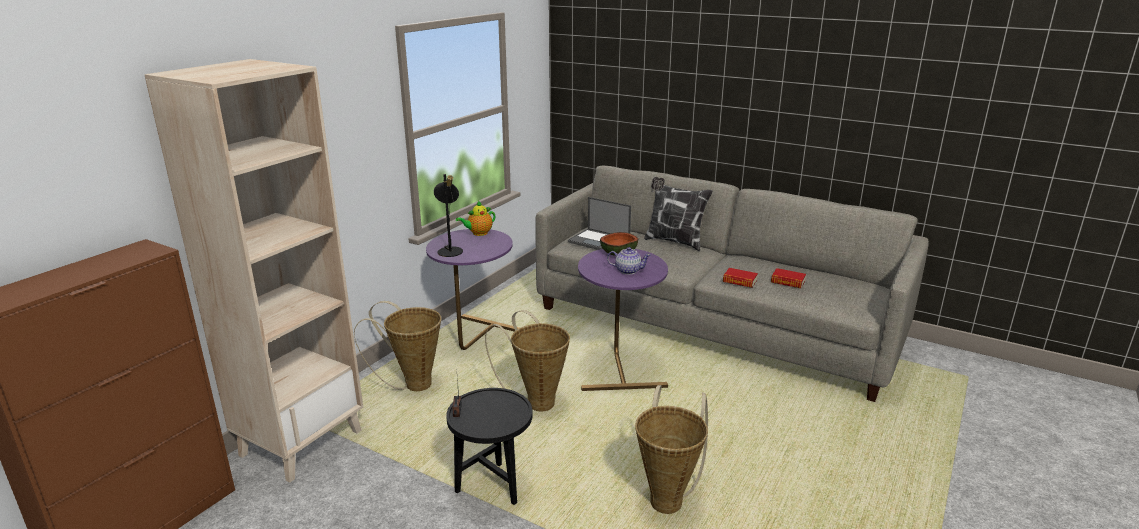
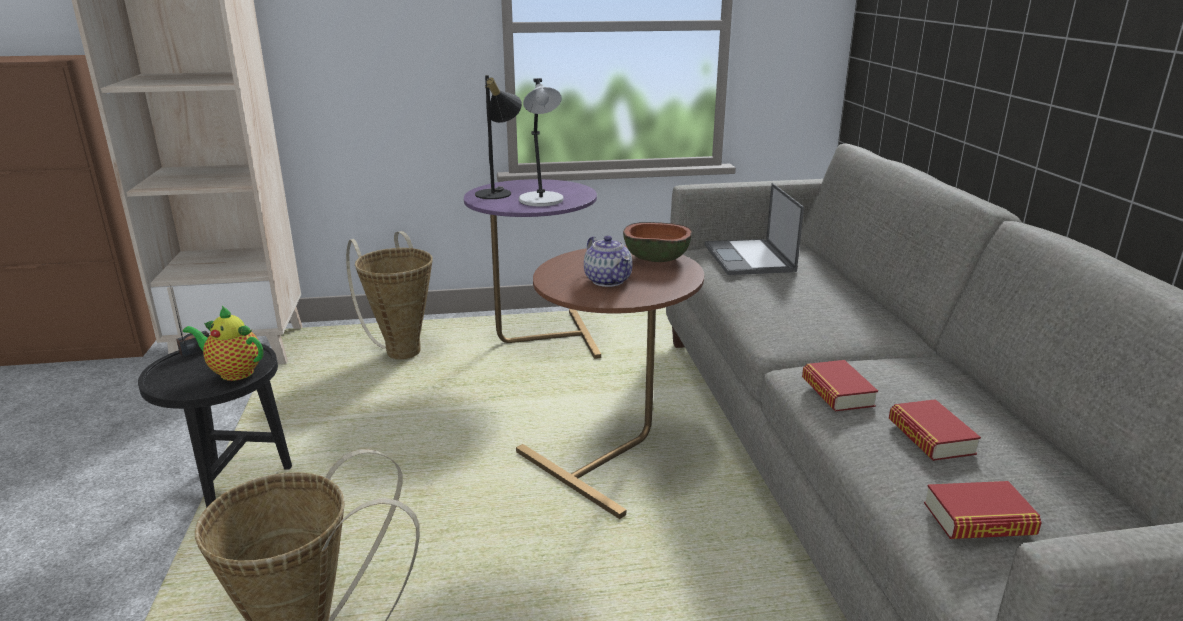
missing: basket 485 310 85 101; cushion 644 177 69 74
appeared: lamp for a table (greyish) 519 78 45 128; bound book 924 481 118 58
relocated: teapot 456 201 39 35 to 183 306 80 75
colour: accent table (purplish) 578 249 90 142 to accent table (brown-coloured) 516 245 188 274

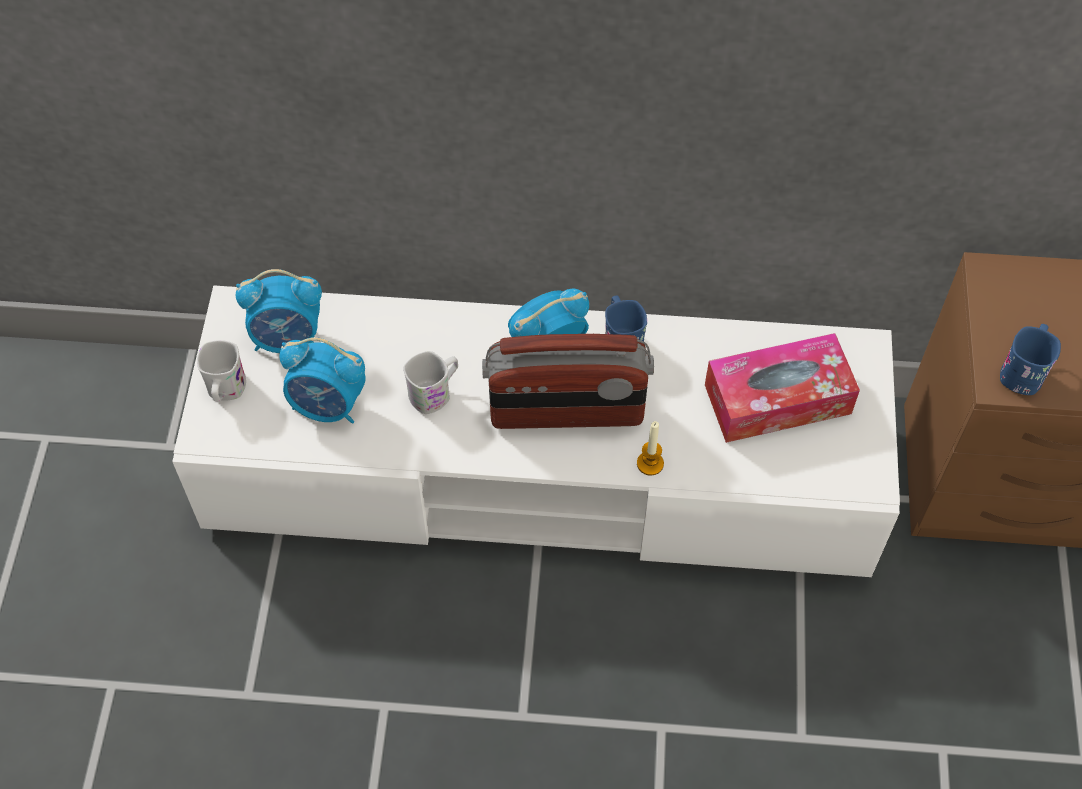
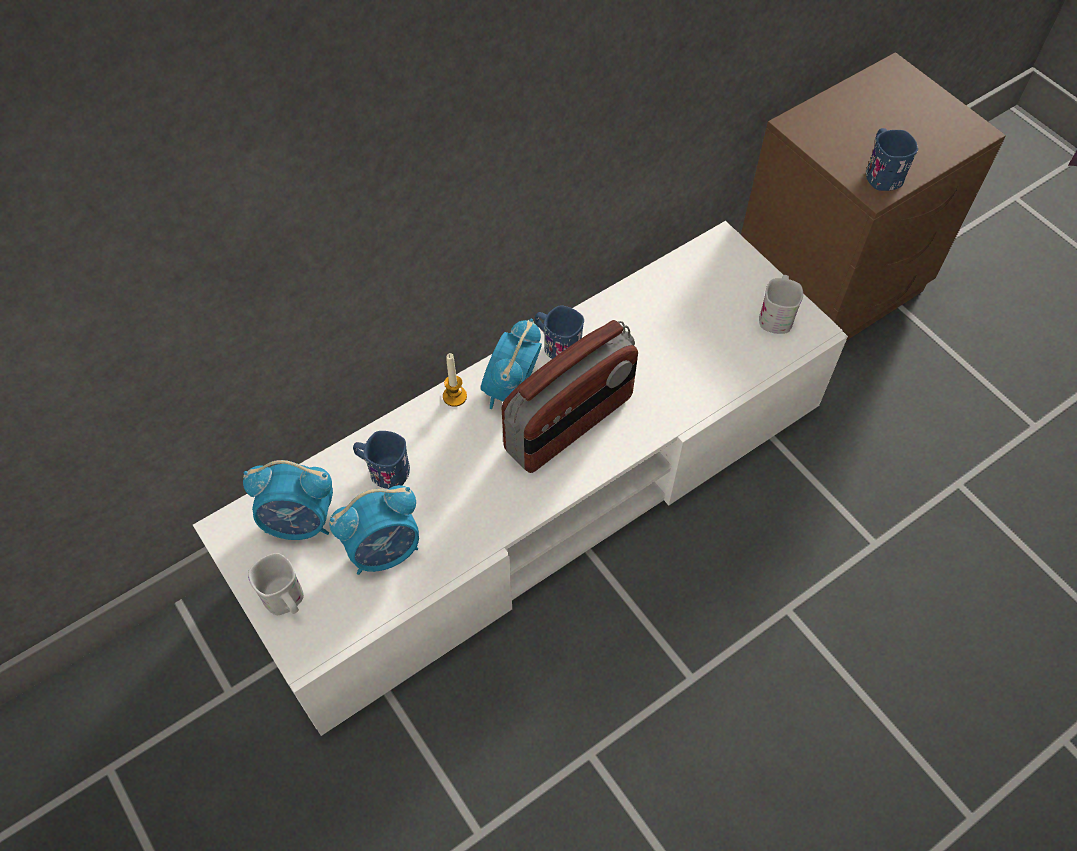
missing: box of tissues 705 333 155 110
appeared: coffee mug (blue-coloured) 353 431 57 58
relocated: coffee mug (white) 403 351 55 63 to 759 275 44 59; wax candle 637 421 27 55 to 443 353 24 54
spun: table clock 236 269 86 84 = 243 460 90 80 45 degrees clockwise

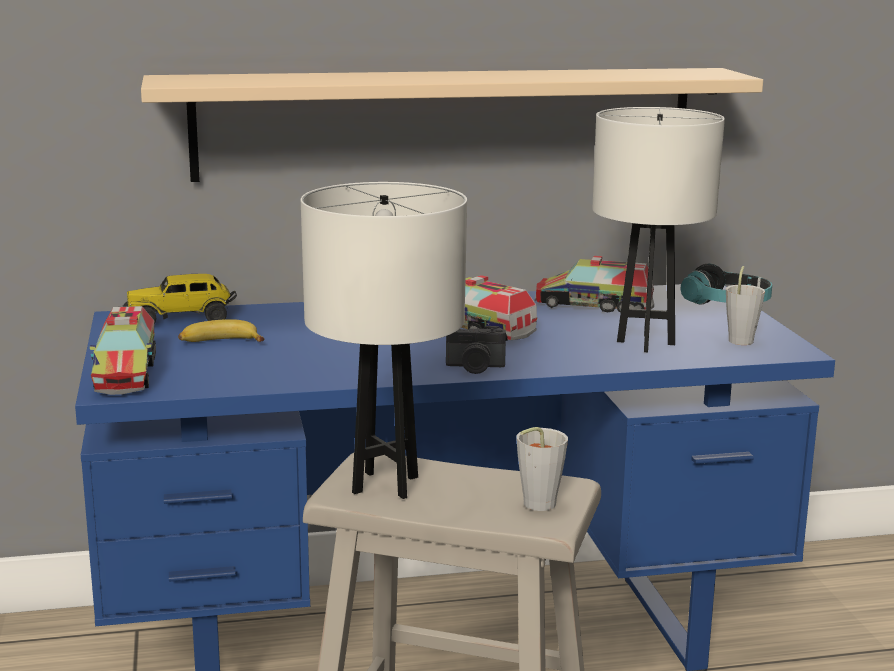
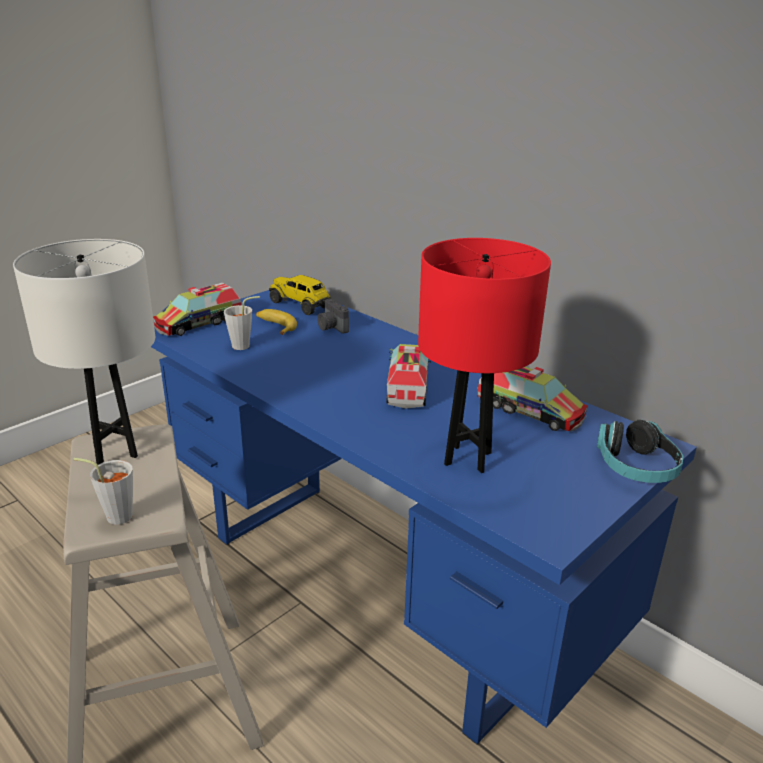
missing: wall shelf (sand-coloured) 141 68 622 114
relocated: still camera 446 326 60 48 to 317 299 32 35; small cup (greyish) 726 266 39 79 to 224 296 36 54
colour: lamp for a table (white) 592 107 133 245 to lamp for a table (red) 418 238 133 235
spun: toy truck 535 256 119 57 = 477 367 111 65 150 degrees clockwise

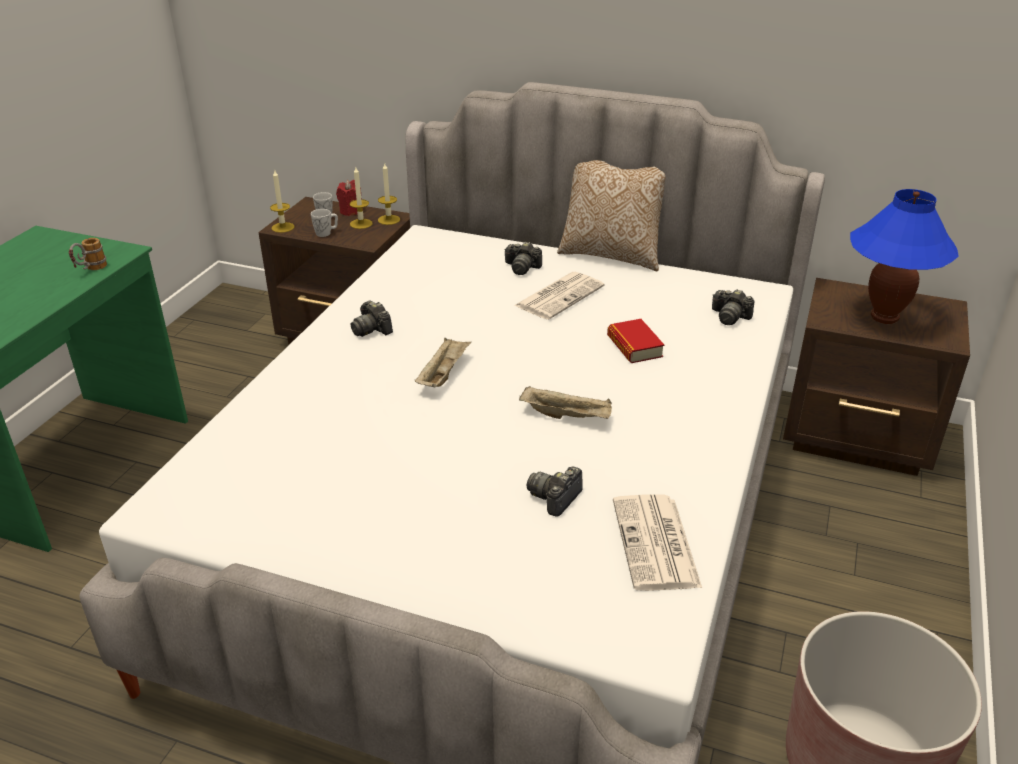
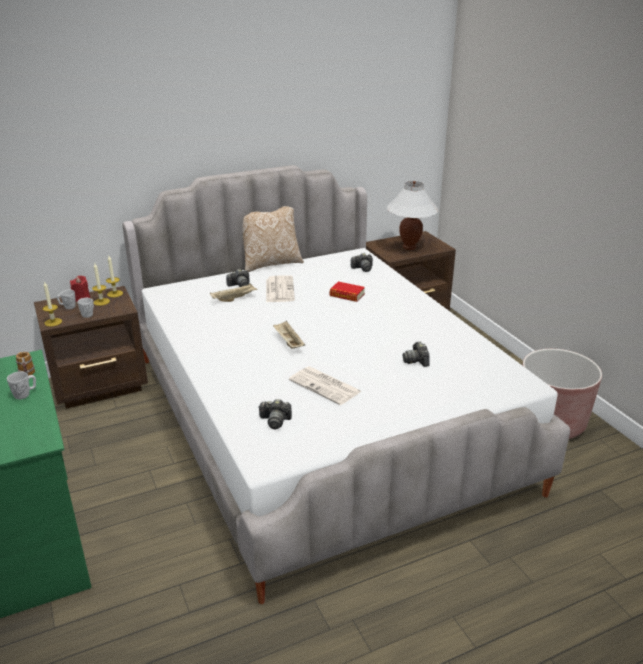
appeared: coffee mug (white) 7 371 29 28
relocated: still camera 350 300 43 37 to 258 399 34 30; tray (sand-coloured) 519 385 93 34 to 210 283 48 19; printed paper 613 494 89 97 to 289 366 72 39
colour: lamp for a table (blue-coloured) 850 189 109 135 to lamp for a table (white) 387 181 51 69

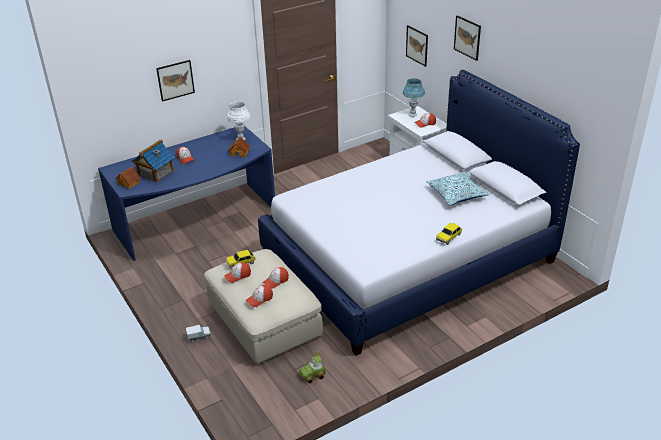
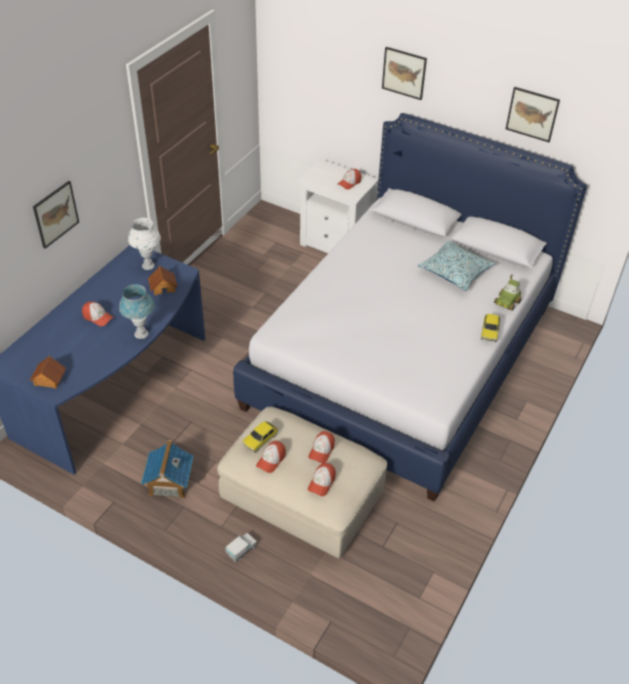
relocated: toy house 131 139 44 44 to 141 440 53 59; toy car 299 351 27 32 to 494 274 27 37; lamp for a table (blue-coloured) 403 78 22 39 to 119 284 36 55; wall picture 406 25 22 42 to 506 87 54 55

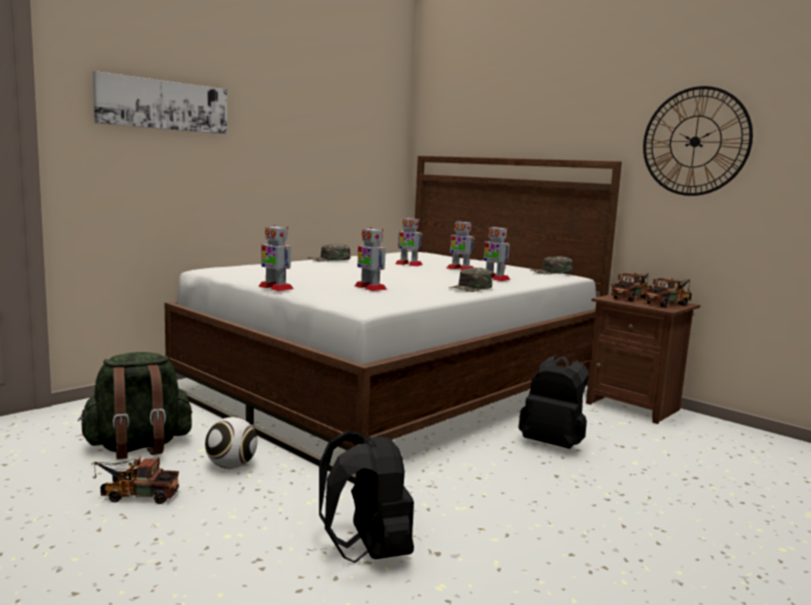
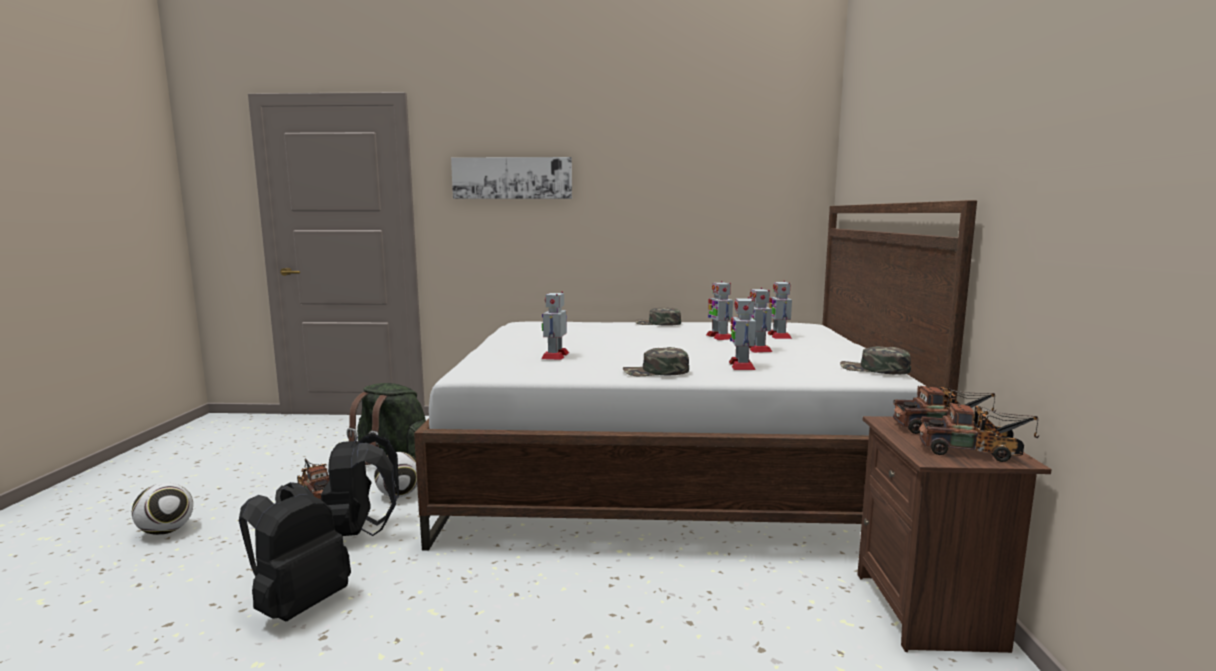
missing: hanging clock 643 86 110 110
appeared: football ball 132 483 61 52
relocated: model robot 258 225 36 66 to 767 280 25 59; rucksack (blackish) 518 356 71 93 to 321 433 78 103

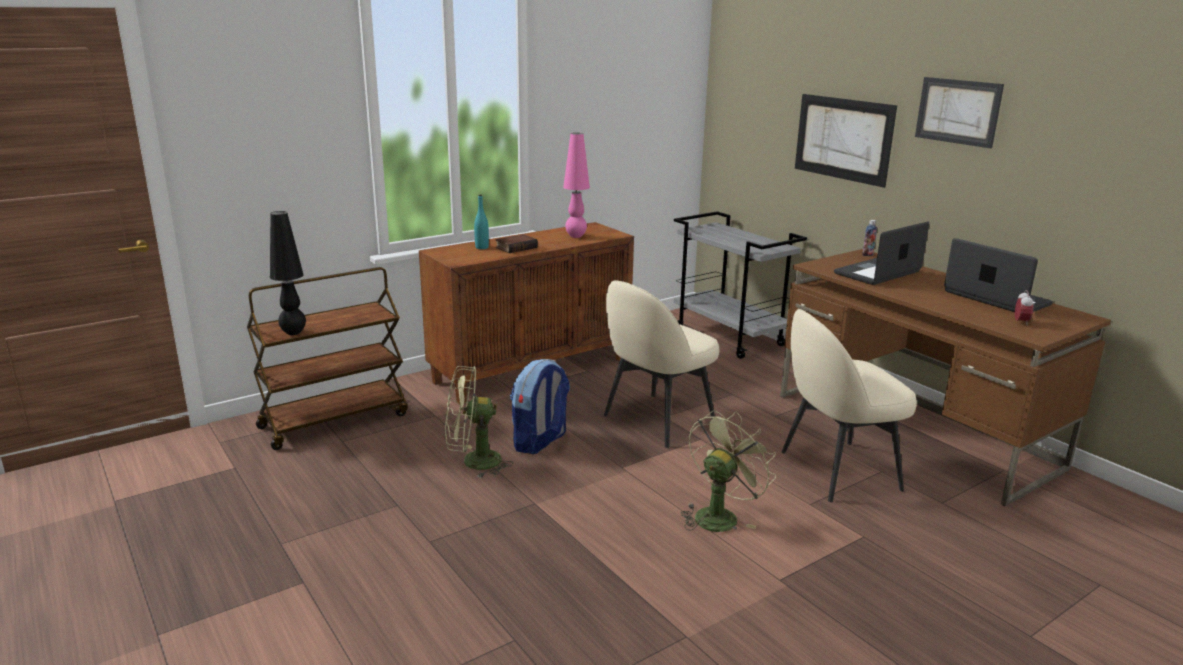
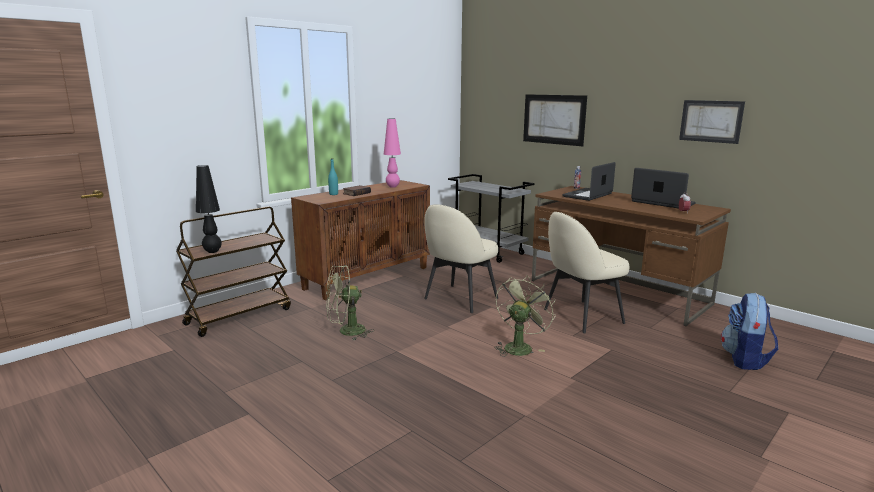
relocated: rucksack 510 359 60 95 to 721 293 57 77; wall picture 915 77 89 71 to 679 100 66 44

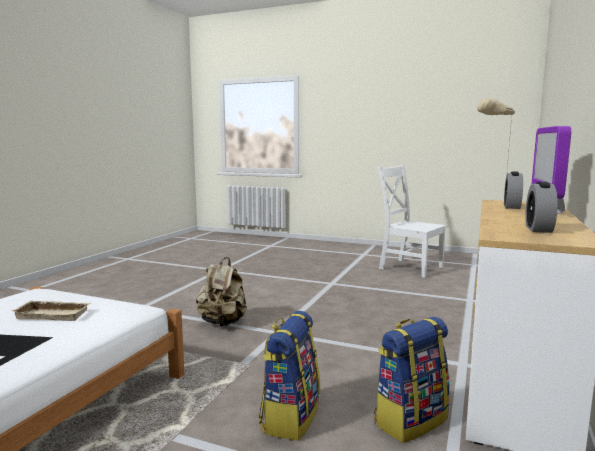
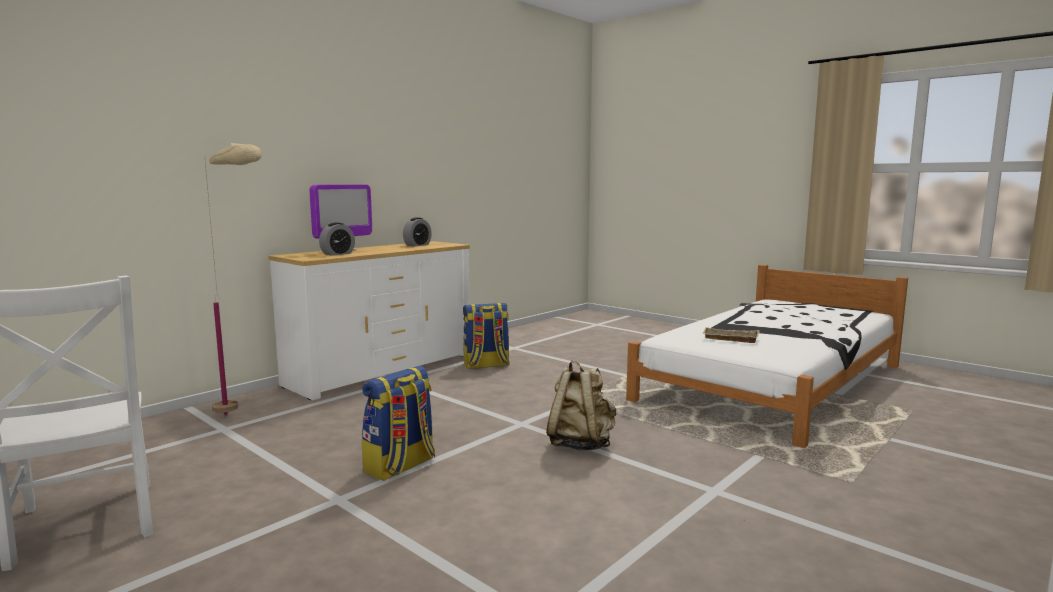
relocated: rucksack 259 311 61 130 to 362 366 73 115

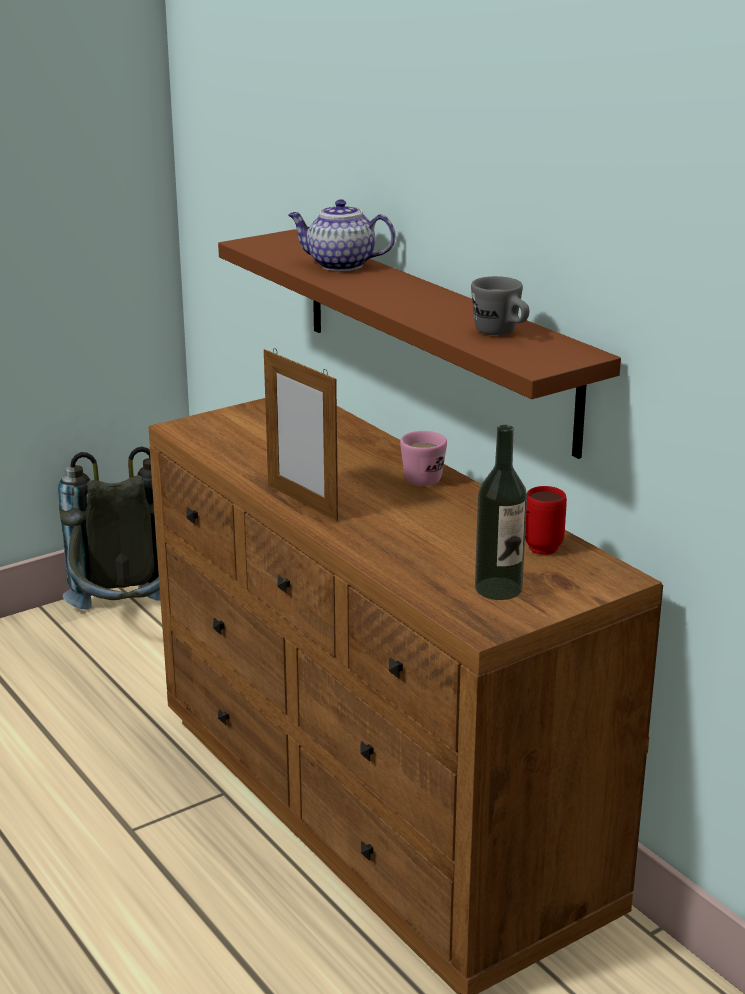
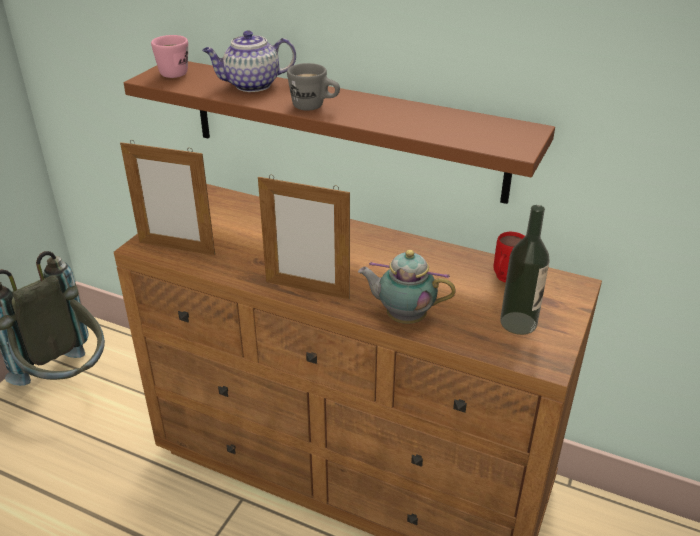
appeared: picture frame 120 140 95 115; teapot 358 250 98 74
relocated: coffee mug (pink-coloured) 400 431 47 55 to 151 35 37 43; coffee mug (greyish) 471 276 58 59 to 287 63 53 48

